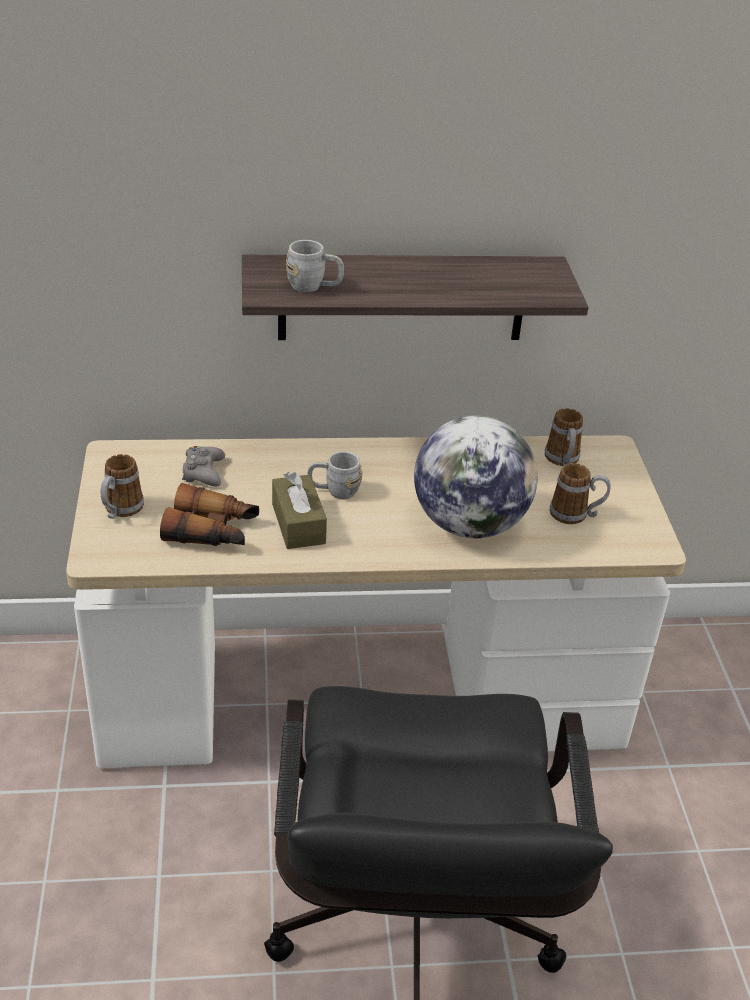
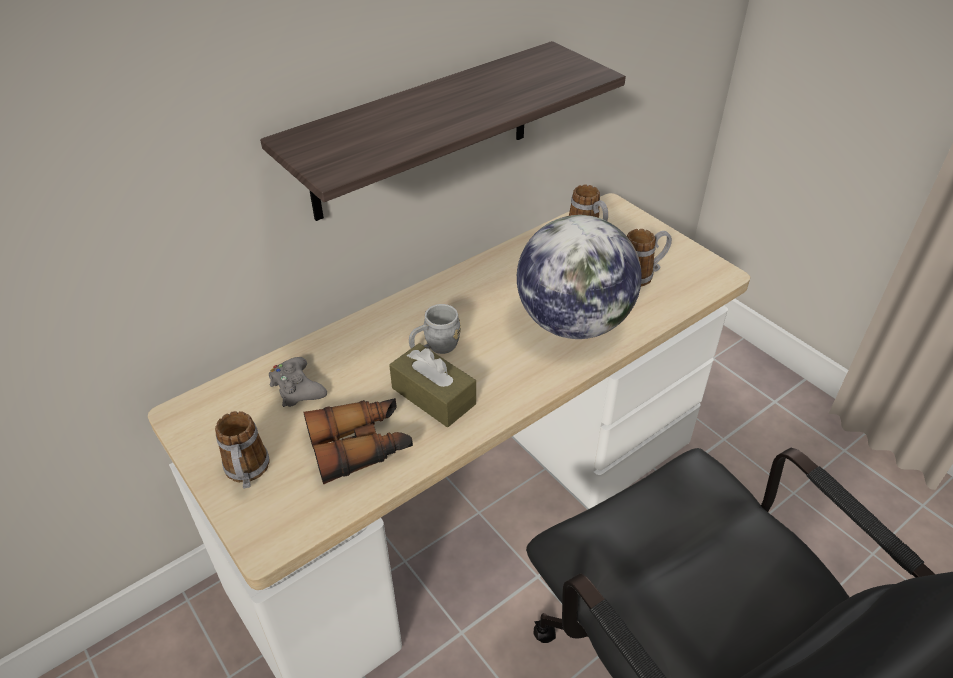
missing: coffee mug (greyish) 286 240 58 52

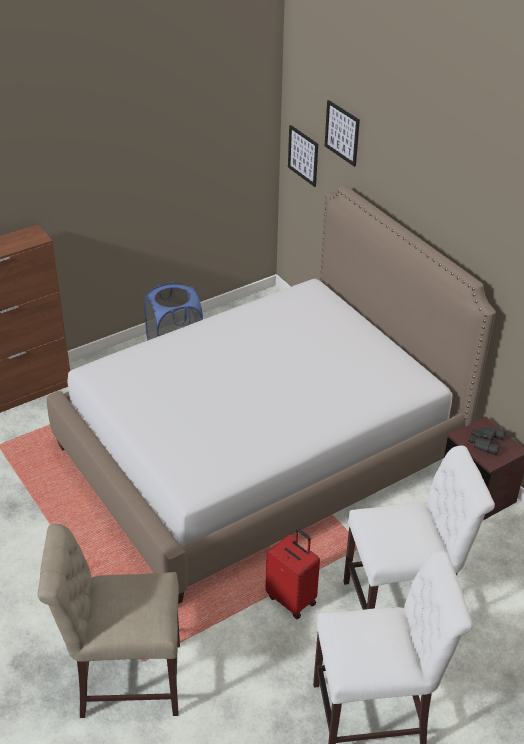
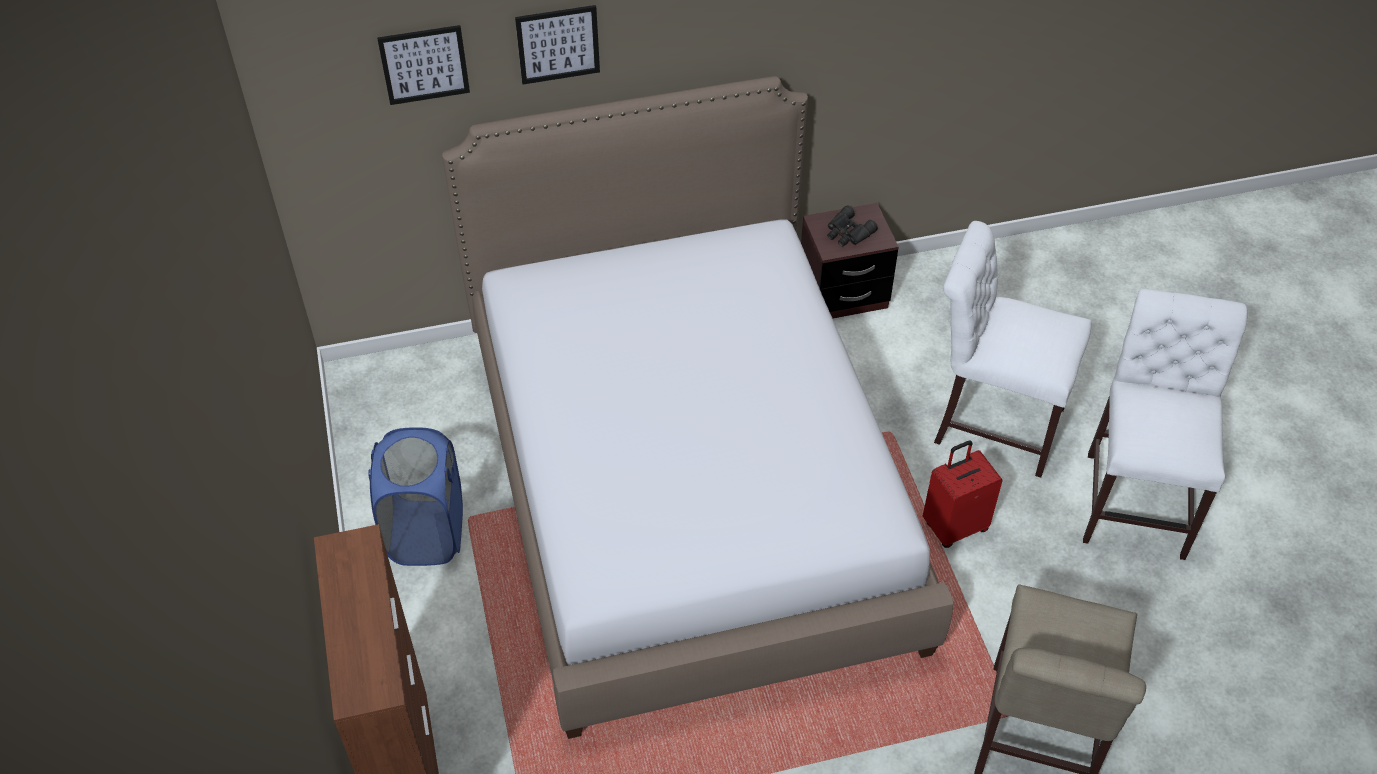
relocated: wall picture 288 125 30 62 to 515 5 85 79
spun: chair (white) 343 446 152 164 = 934 221 158 257 75 degrees counterclockwise

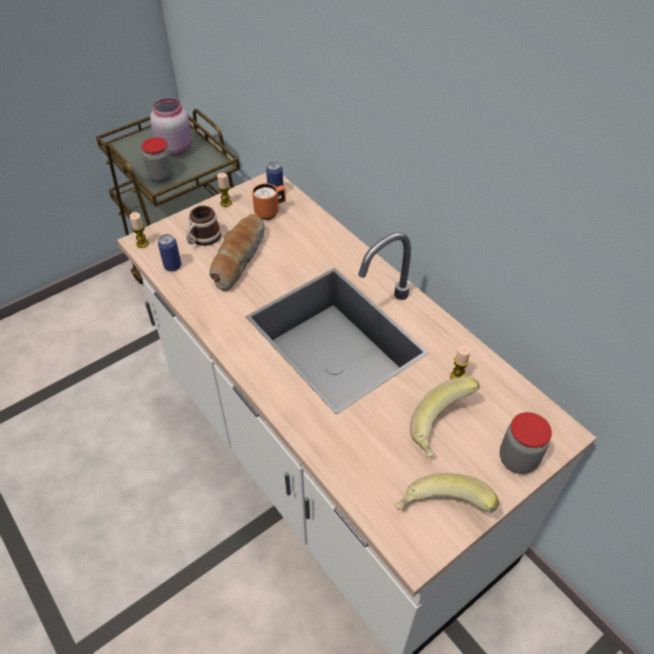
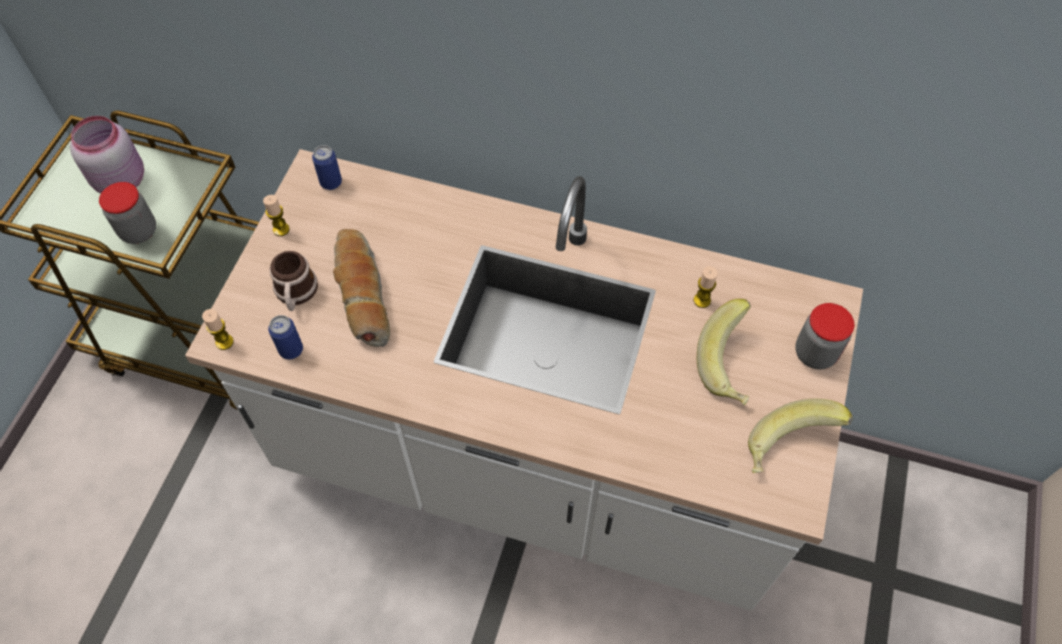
missing: coffee mug (orange) 252 183 34 37

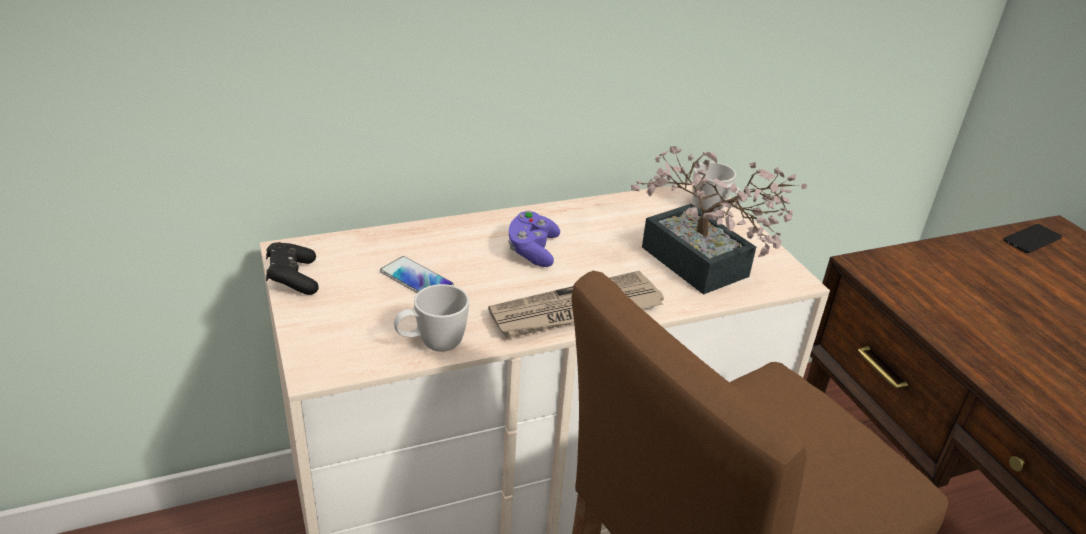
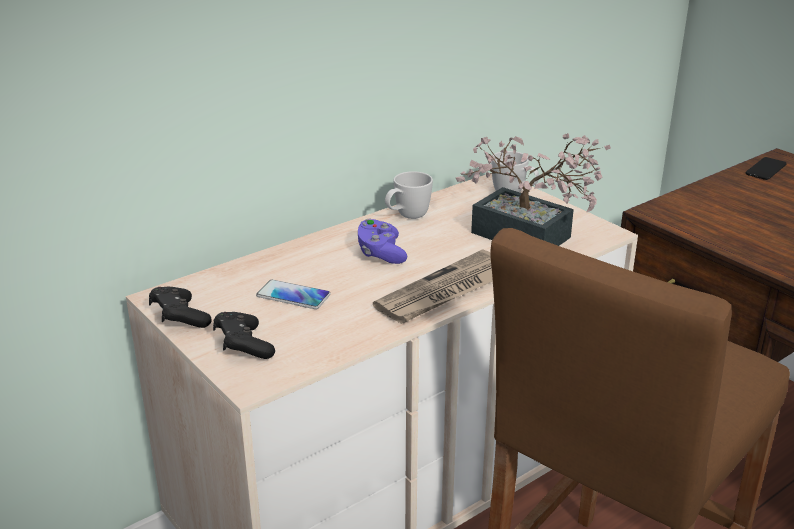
appeared: gamepad (blackish) 213 312 62 47
relocated: coffee mug (white) 394 284 75 68 to 385 171 48 48

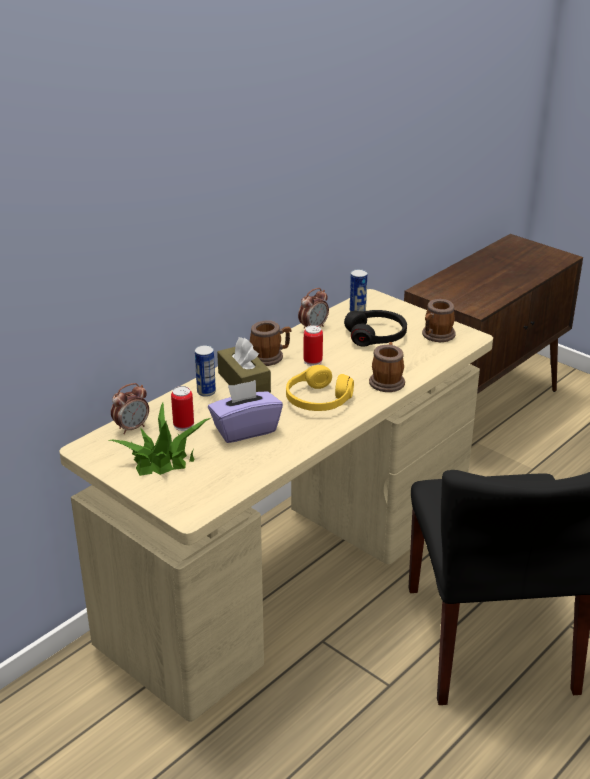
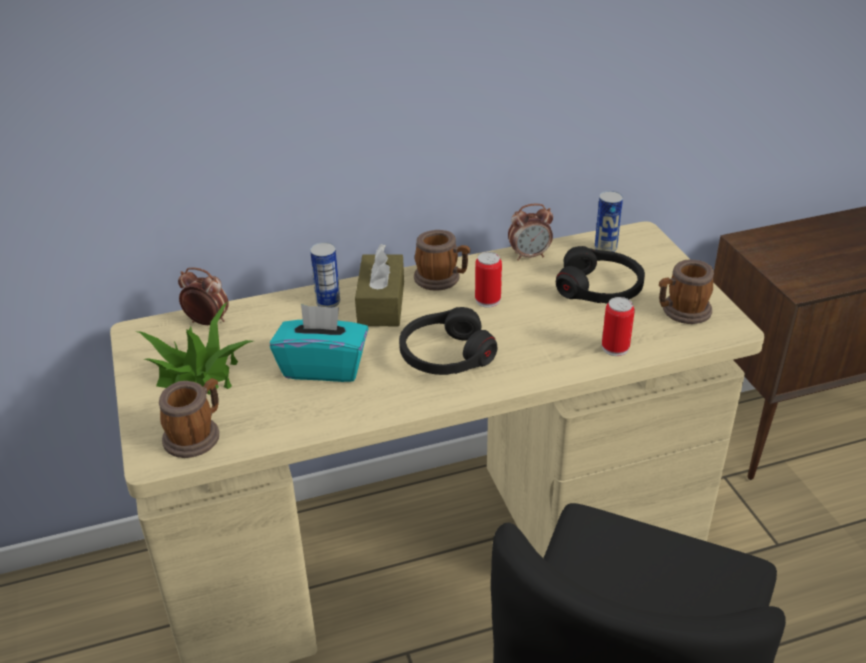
relocated: can 171 386 23 45 to 602 297 33 59; coffee mug 369 342 36 50 to 159 378 60 80
colour: box of tissues (purplish) 208 380 75 63 to box of tissues (turquoise-coloured) 270 304 98 78; pair of headphones (yellow-coloured) 286 365 68 46 to pair of headphones (blackish) 399 307 98 68
spun: table clock 111 383 38 51 = 178 267 51 58 150 degrees counterclockwise

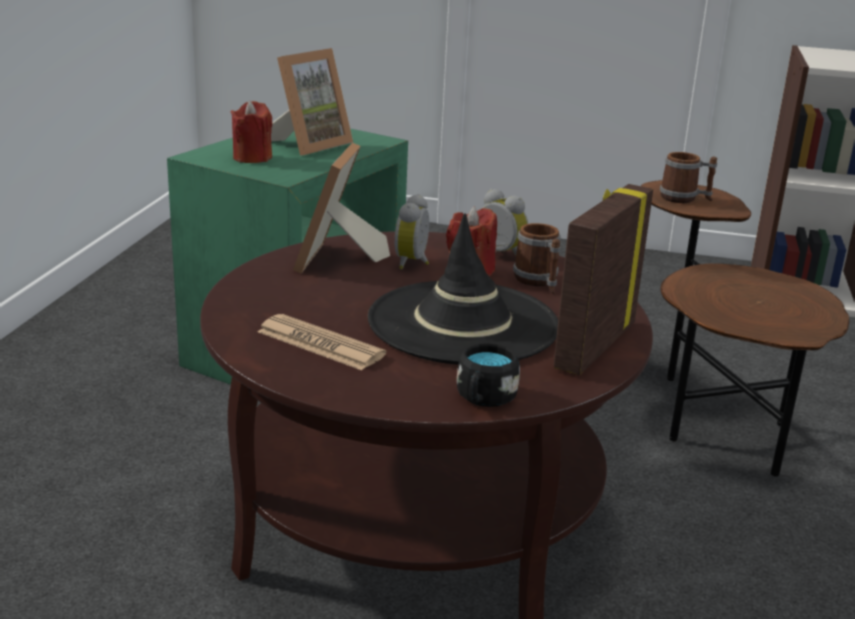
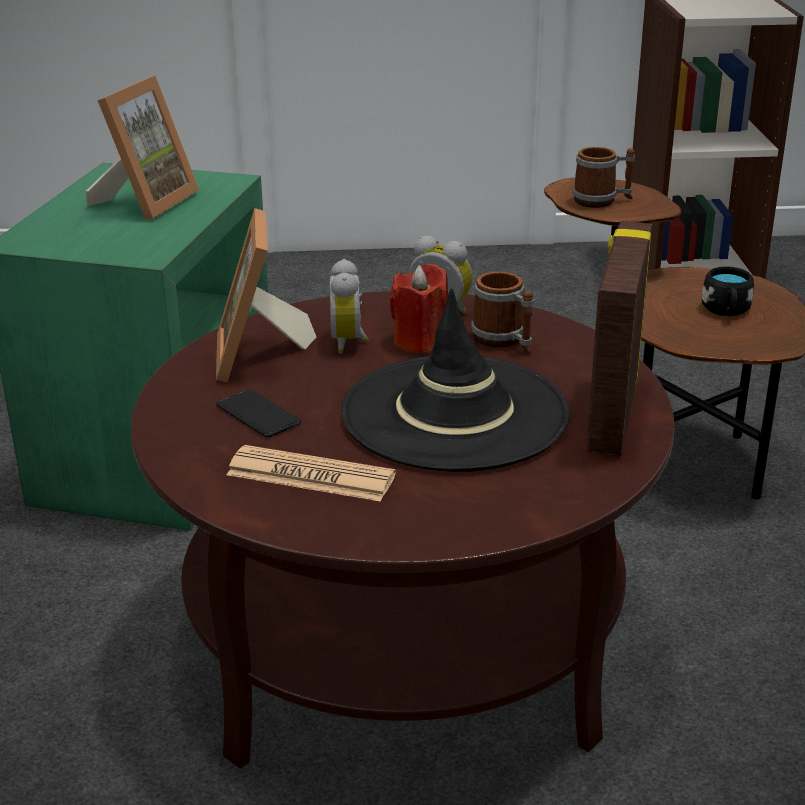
missing: wax candle (red) 231 101 41 62
appeared: handset 216 389 85 48
relocated: coffee mug (blackish) 457 343 63 64 to 702 266 52 50

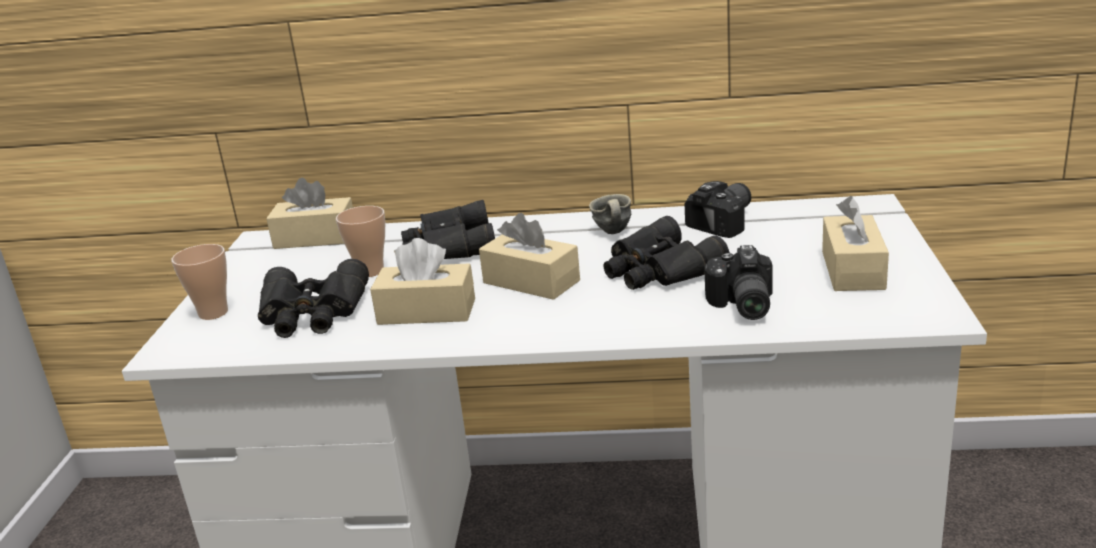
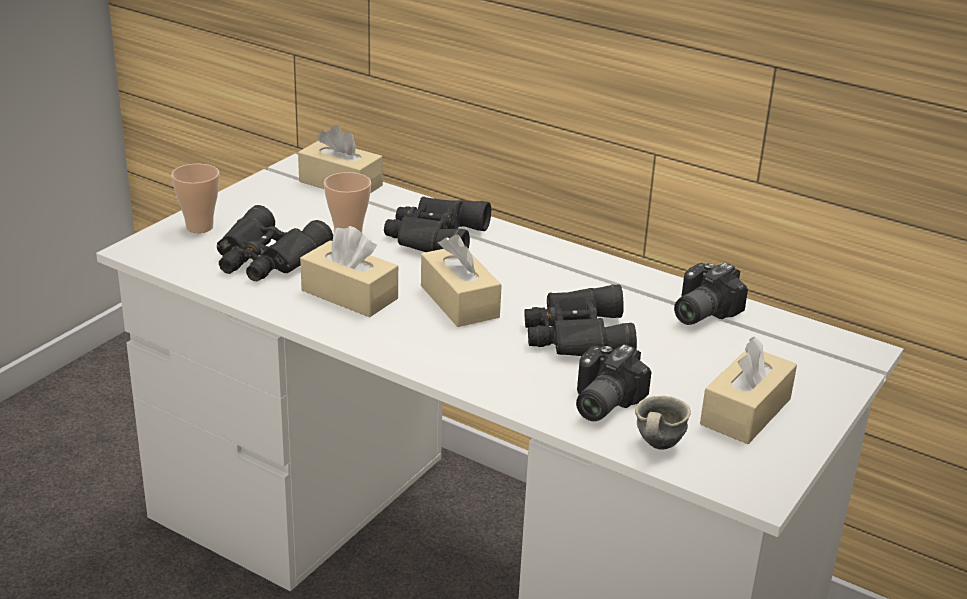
relocated: coffee mug (greyish) 589 194 42 40 to 635 396 56 54
spun: still camera 685 181 66 57 = 674 263 74 62 150 degrees clockwise

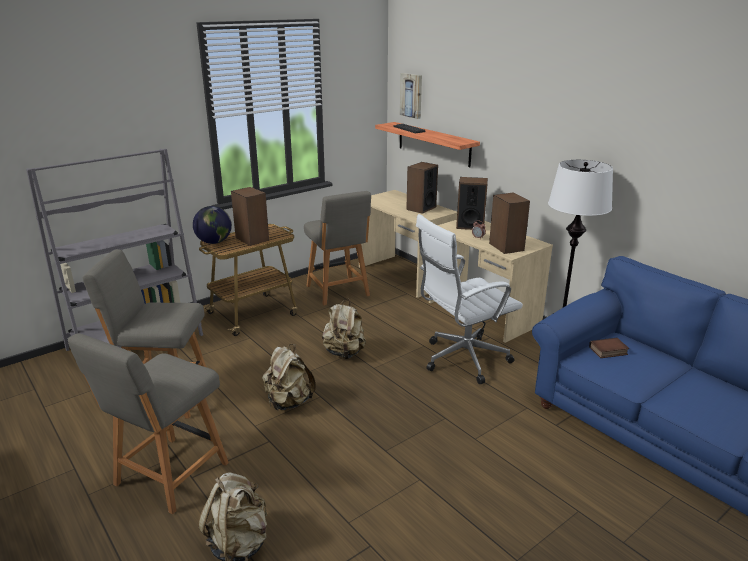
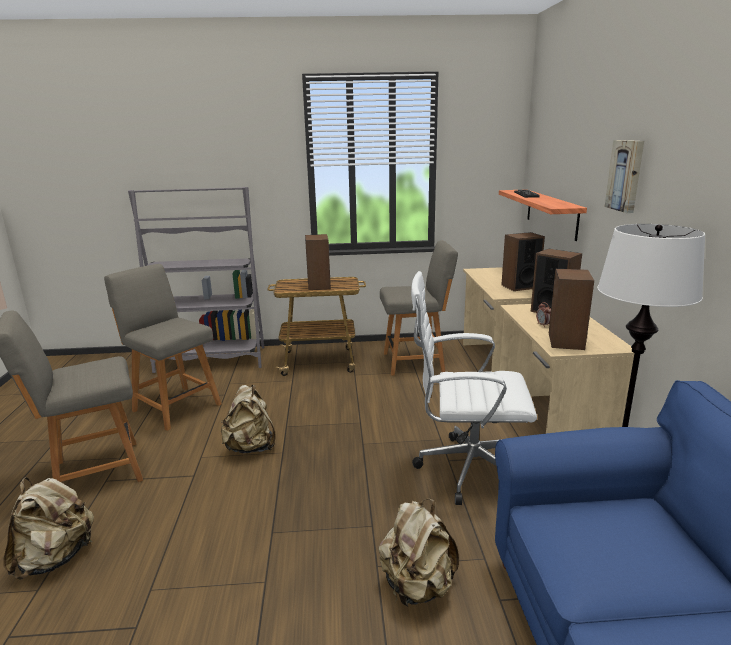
missing: world globe 193 206 39 38; bound book 589 338 40 20
relocated: rucksack (sand-coloured) 322 298 44 61 to 378 499 81 108; wall picture 400 73 22 46 to 605 140 39 73
spun: chair (greyish) 304 191 67 115 = 380 241 78 135 105 degrees counterclockwise

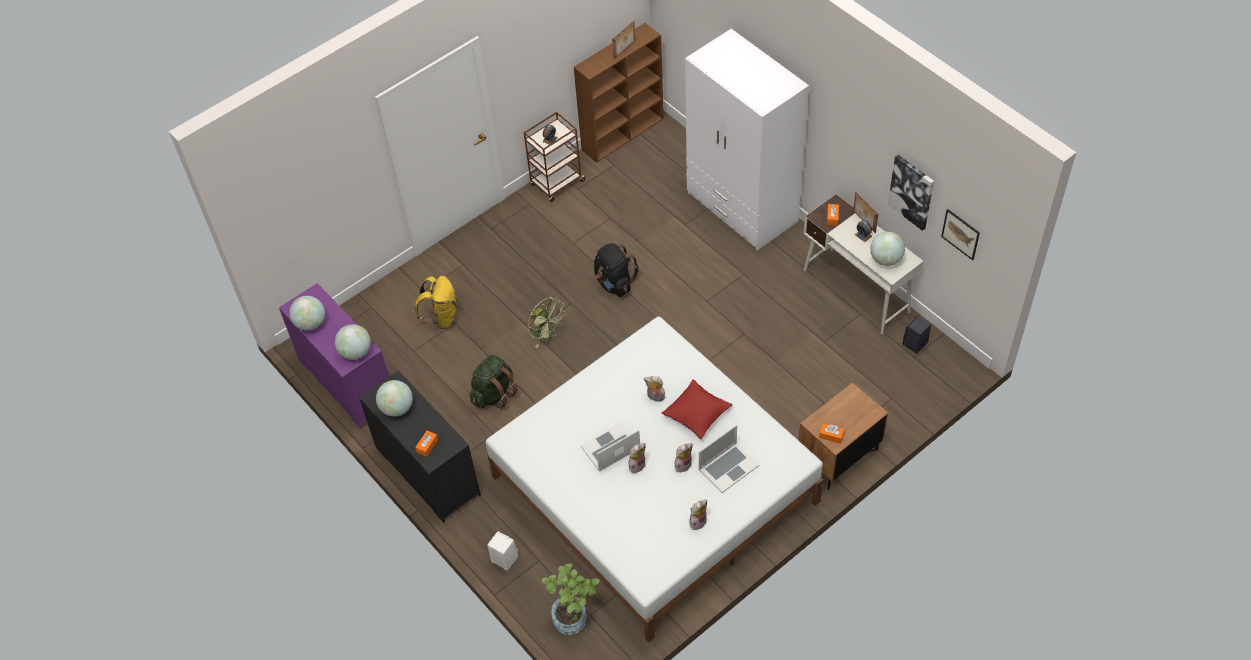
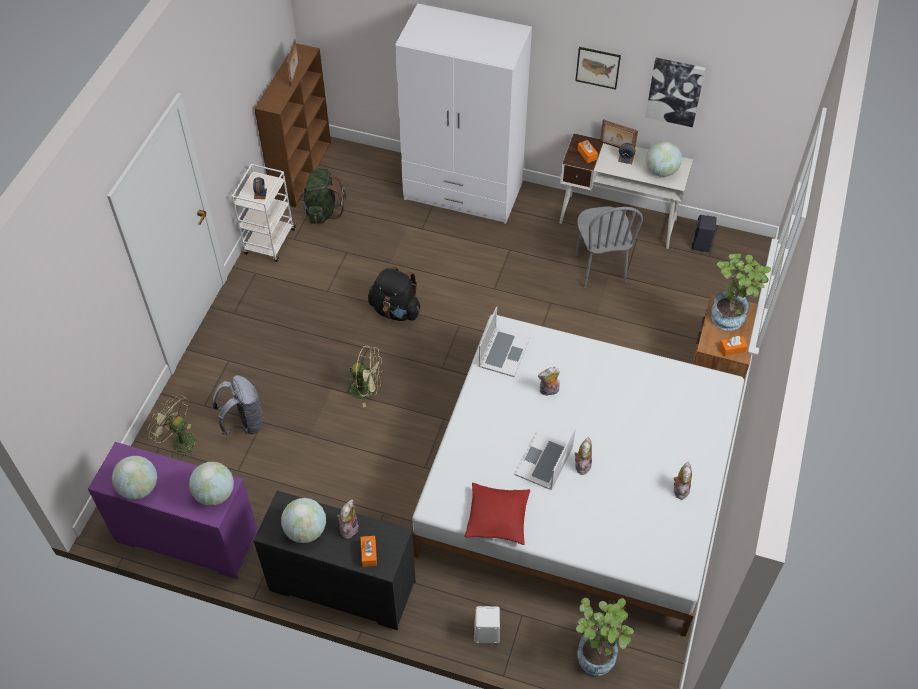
appeared: electric fan (green-coloured) 147 394 49 66; chair (greyish) 575 206 68 82; plant in a pot 711 254 60 77
relocated: rucksack (green-coloured) 470 355 48 54 to 299 168 47 56; cushion (red) 662 379 70 61 to 464 483 66 62; soft toy 675 443 18 29 to 337 499 22 40; portable computer 699 425 60 68 to 479 307 51 70; wall picture 941 209 39 51 to 575 47 46 43
colour: rucksack (yellow-coloured) 415 276 43 53 to rucksack (greyish) 212 375 51 61; trolley (brown-coloured) 524 112 62 90 to trolley (white) 232 164 65 98

